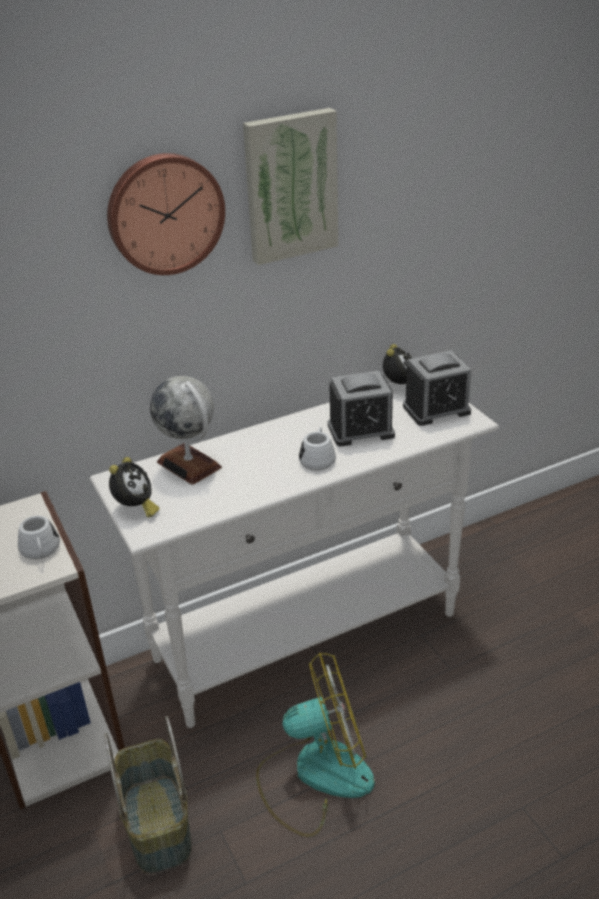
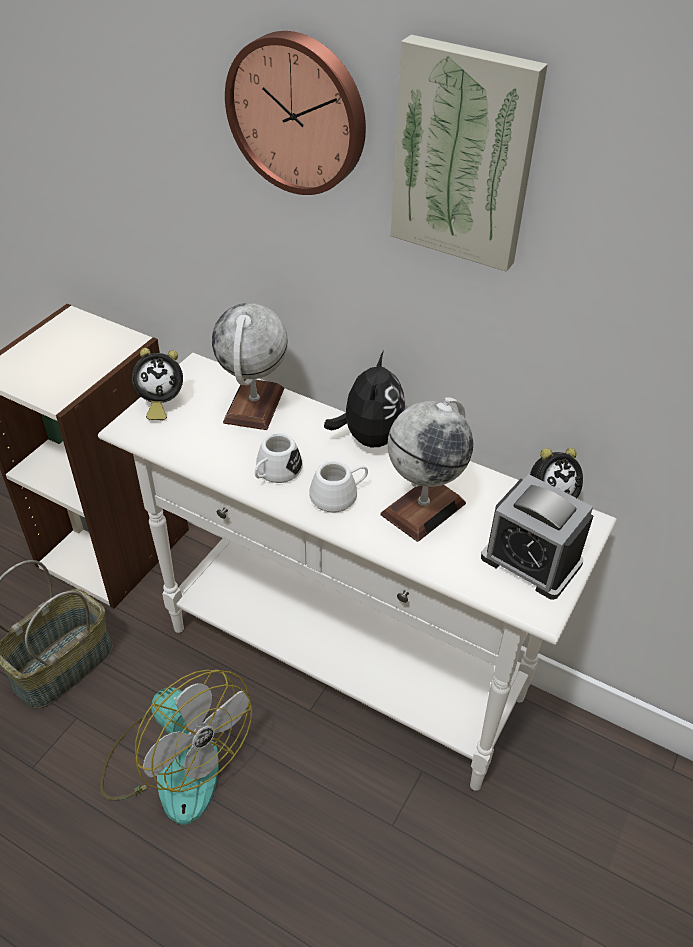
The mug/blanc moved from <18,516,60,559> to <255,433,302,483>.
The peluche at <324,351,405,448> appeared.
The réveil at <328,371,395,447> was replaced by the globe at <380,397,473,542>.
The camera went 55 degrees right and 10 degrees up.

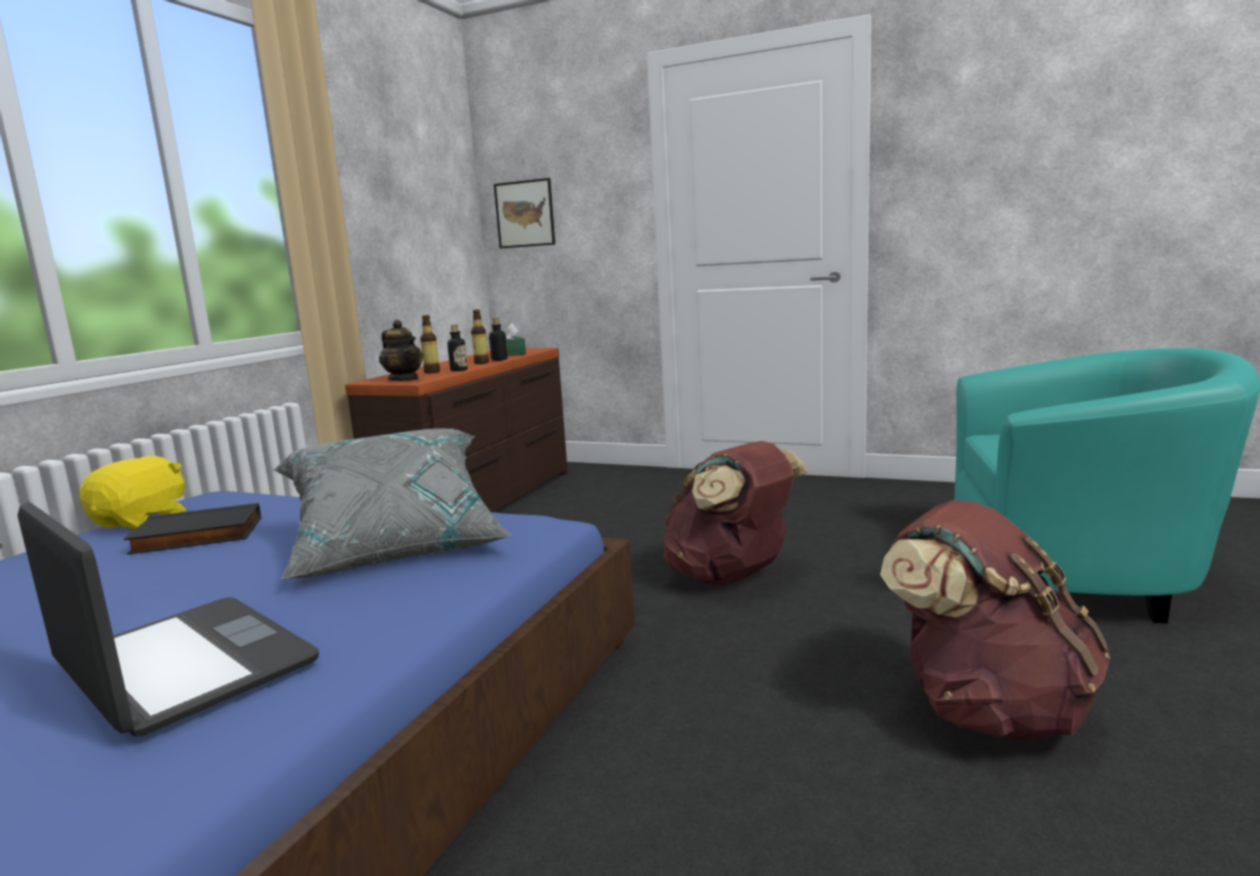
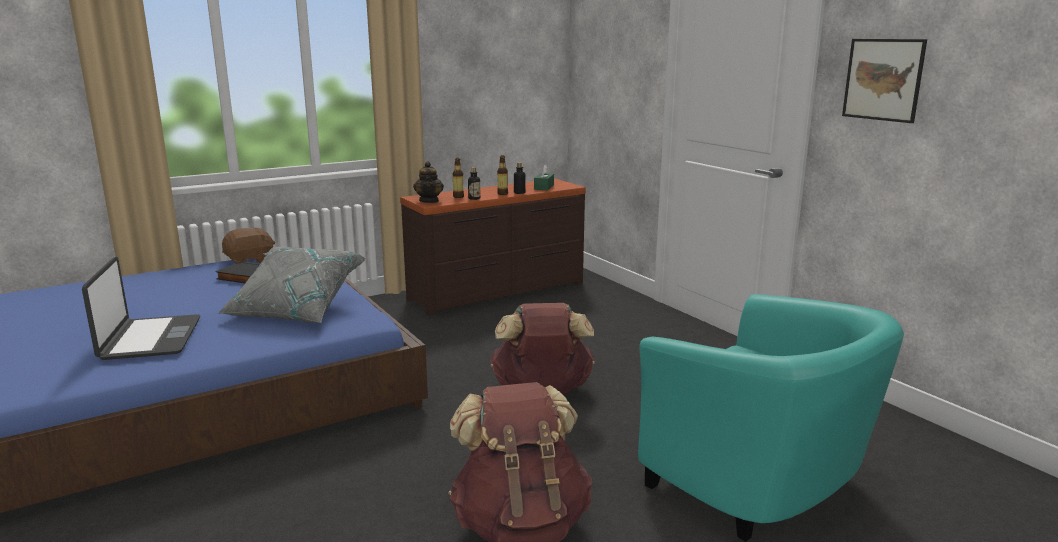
The peluche/jaune at <79,456,186,530> became the peluche/marron at <222,228,275,264>.
The tableau moved from <494,178,555,248> to <842,39,927,123>.
The camera went 35 degrees right and 5 degrees up.

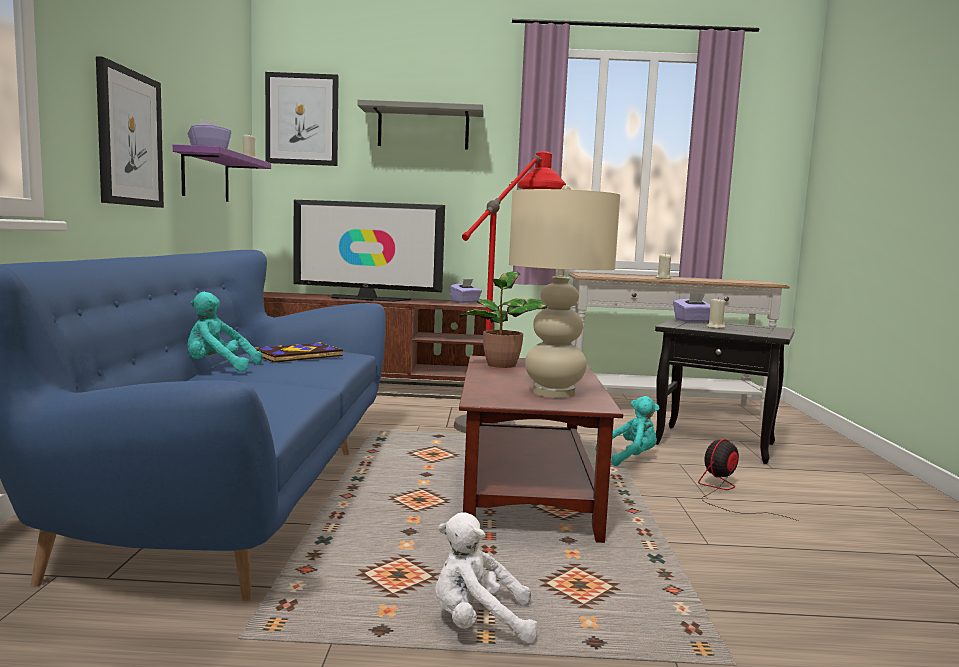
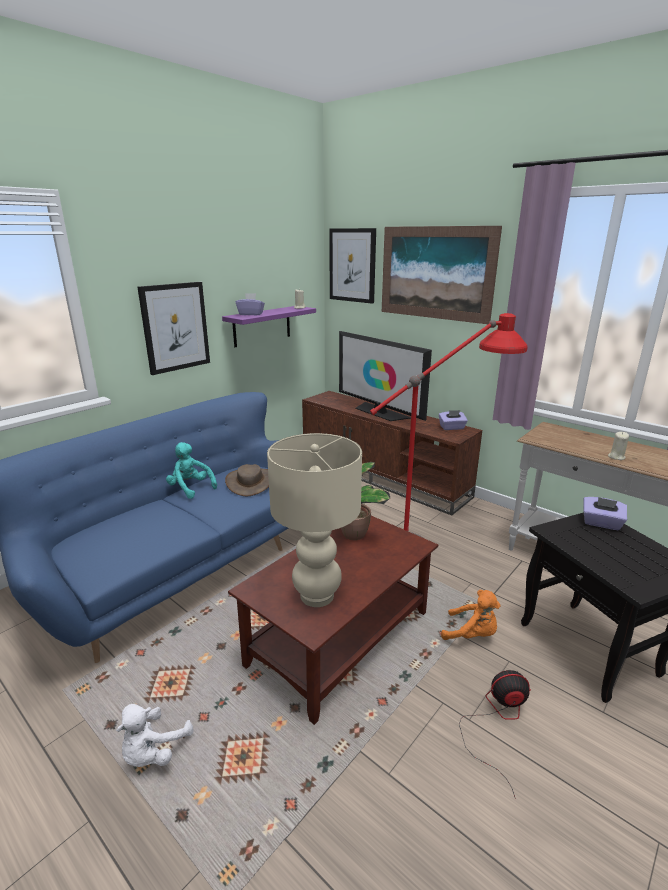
The peluche/blanc at <435,512,538,643> turned 105 degrees counterclockwise.
The livre at <255,342,343,363> was replaced by the chapeau/marron at <225,464,269,496>.
The étagère/gris at <357,100,484,150> was replaced by the tableau at <382,226,502,324>.
The peluche/turquoise at <595,396,660,466> became the peluche/orange at <441,590,500,640>.
The bougie/beige at <707,297,726,329> disappeared.
The camera went 40 degrees right and 15 degrees up.

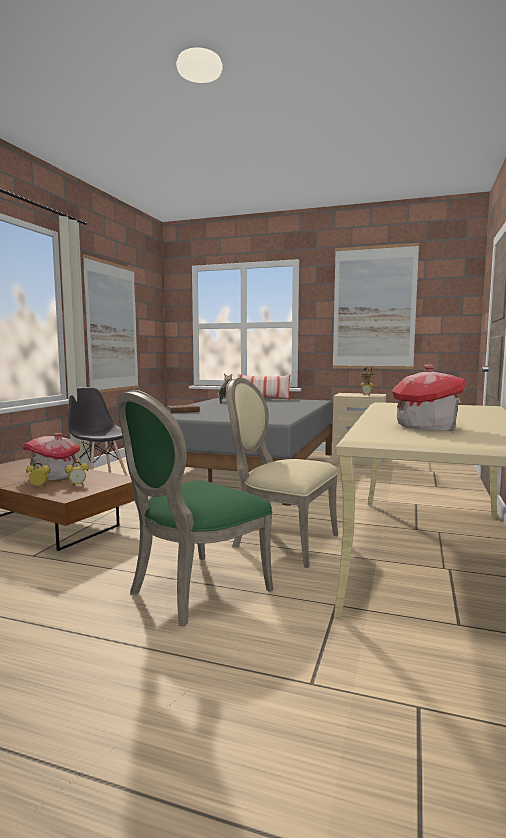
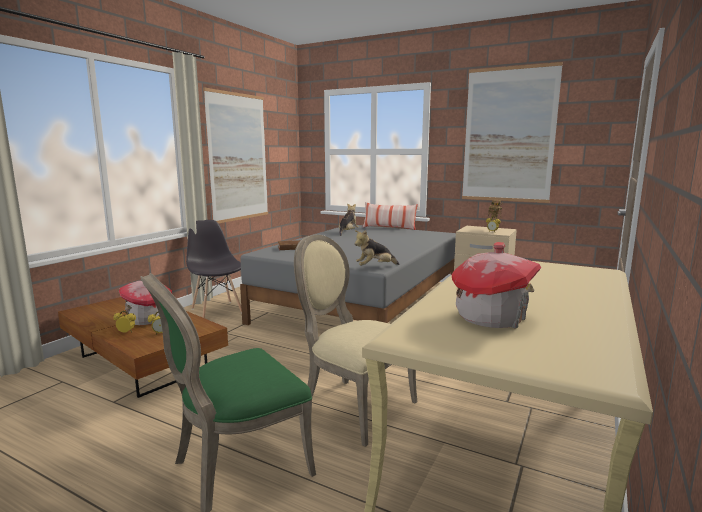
The peluche at <355,230,399,265> appeared.
The camera went 10 degrees right and 5 degrees up.

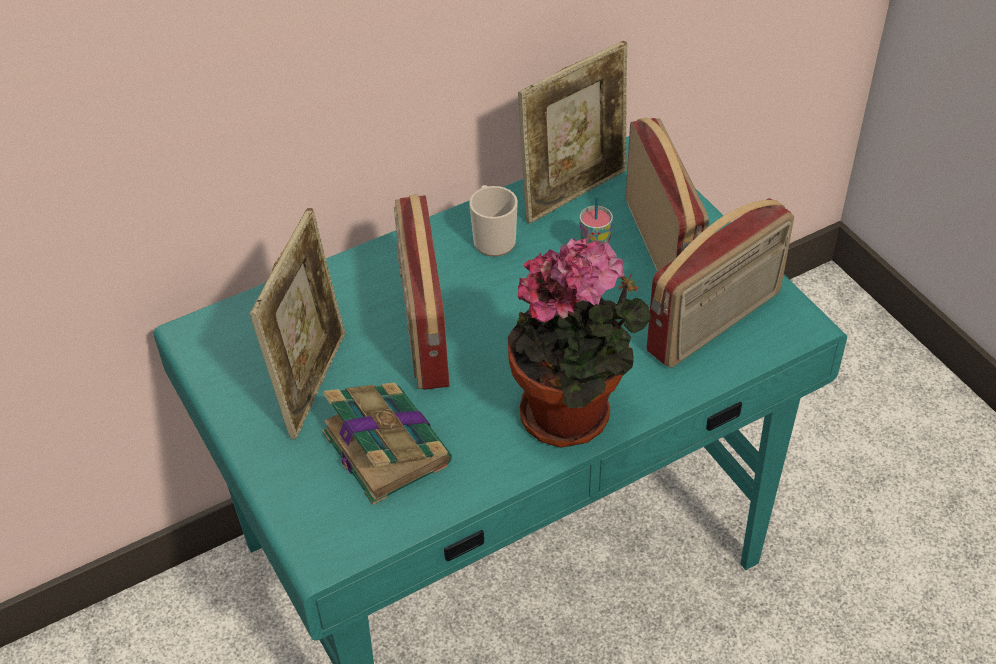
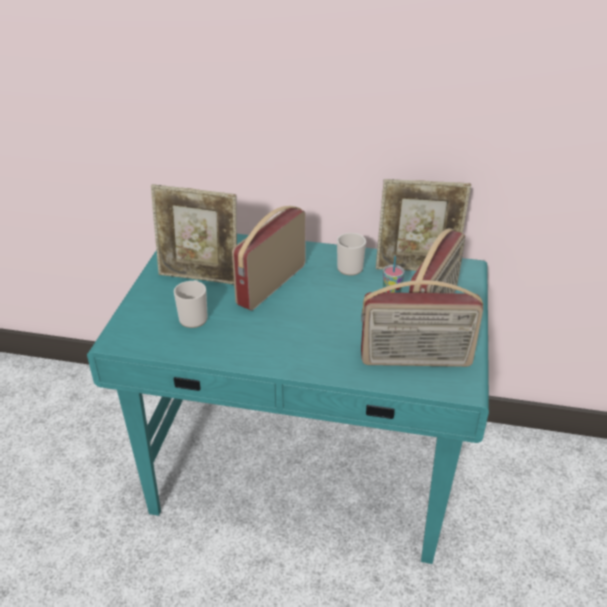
The cadre photo at <250,208,345,439> turned 45 degrees clockwise.
The livre at <322,382,452,505> was replaced by the mug at <174,280,208,328>.
The plante en pot at <508,237,652,448> disappeared.
The camera went 40 degrees right and 10 degrees down.

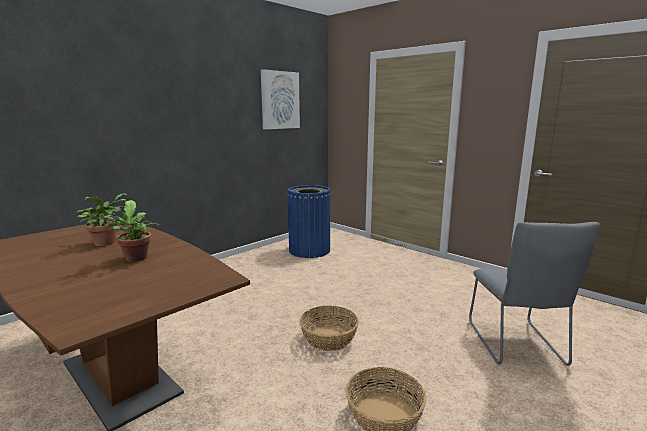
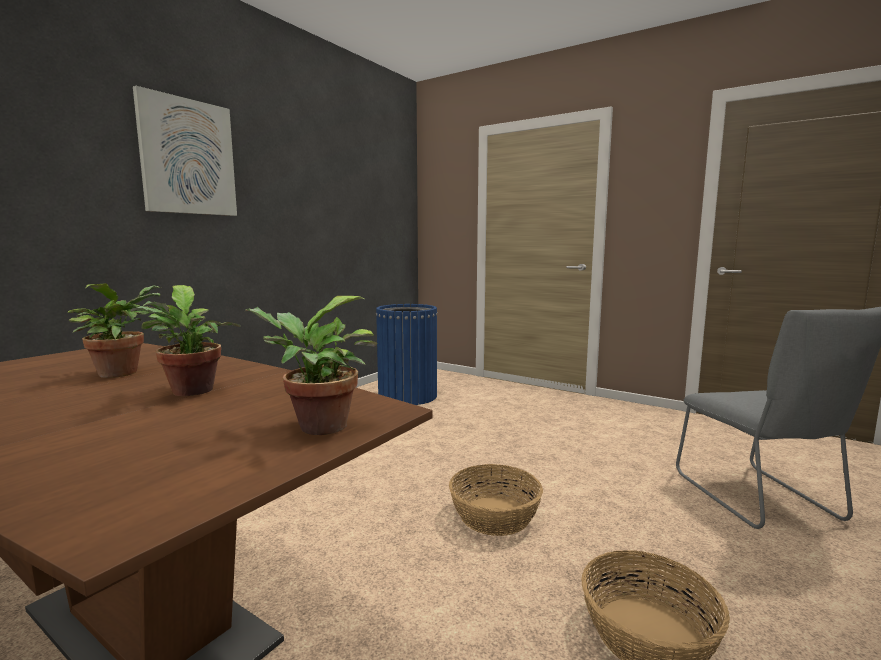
The tableau moved from <261,69,300,129> to <133,86,237,216>.
The plante en pot at <245,296,378,435> appeared.
The camera went 10 degrees left and 5 degrees down.

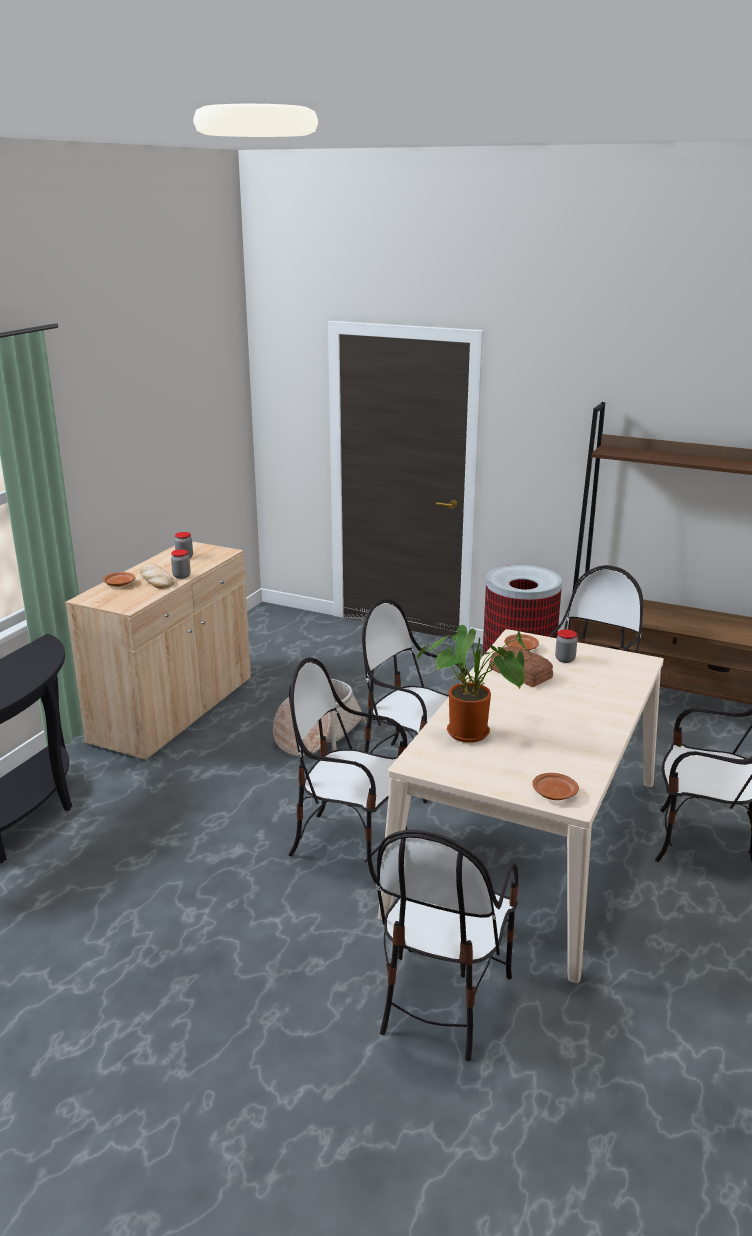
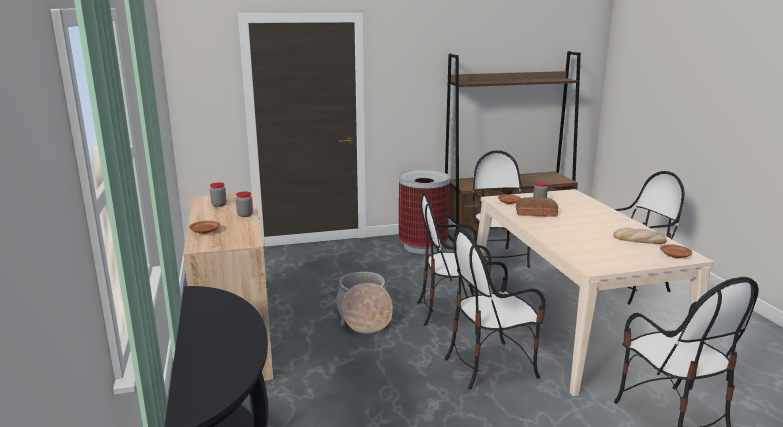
The pain moved from <140,563,174,589> to <613,228,667,244>.
The plante en pot at <417,625,532,743> disappeared.
The camera went 40 degrees left and 5 degrees down.

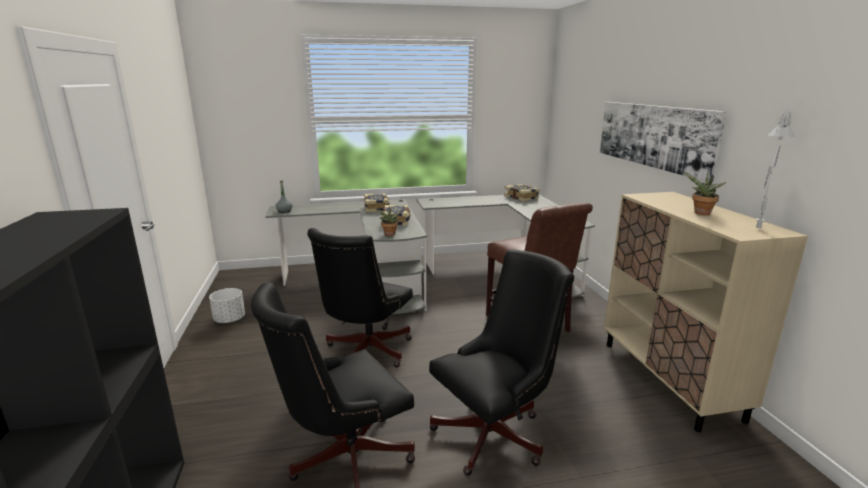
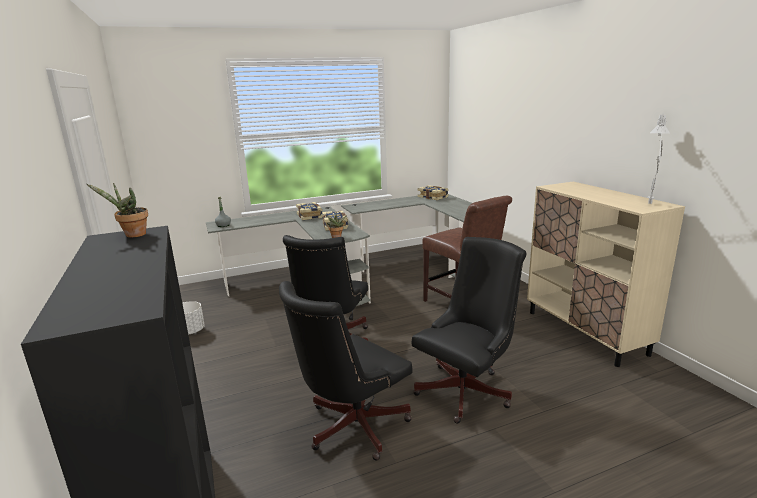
The plante en pot moved from <683,171,727,215> to <87,183,148,238>.
The tableau at <600,102,727,182> disappeared.
The camera went 10 degrees left and 0 degrees up.

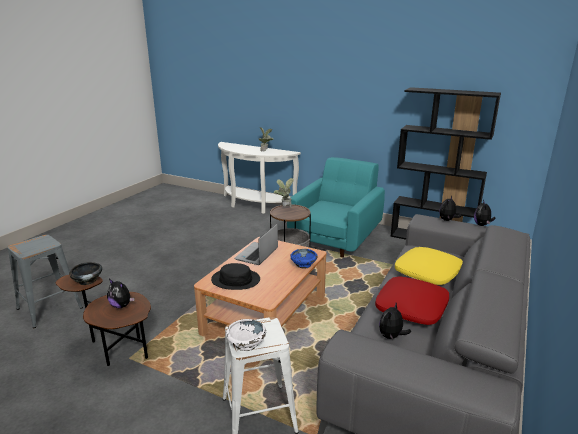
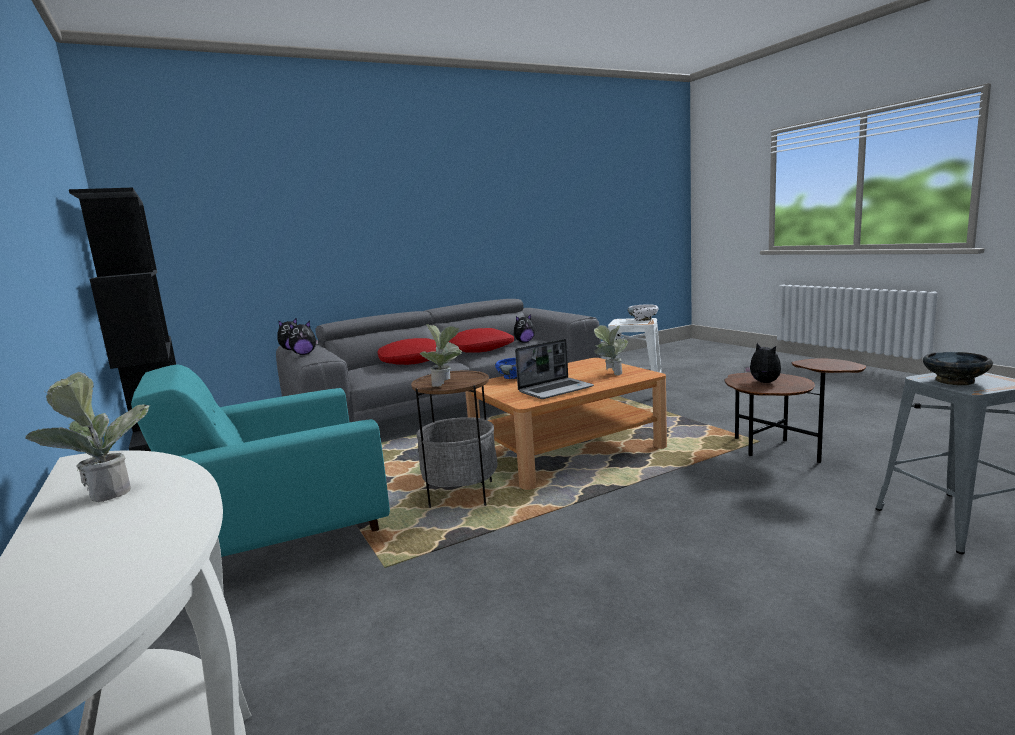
The coussin/jaune at <395,247,463,285> became the coussin/rouge at <378,338,436,365>.
The chapeau/noir at <211,263,260,290> was replaced by the plante en pot at <594,325,629,376>.
The bol/noir moved from <69,262,102,285> to <923,352,993,386>.
The camera went 145 degrees left and 10 degrees down.

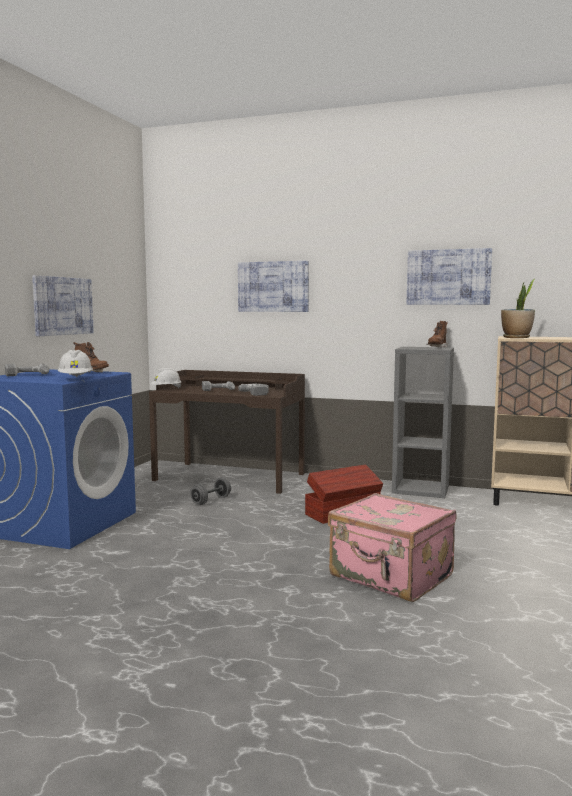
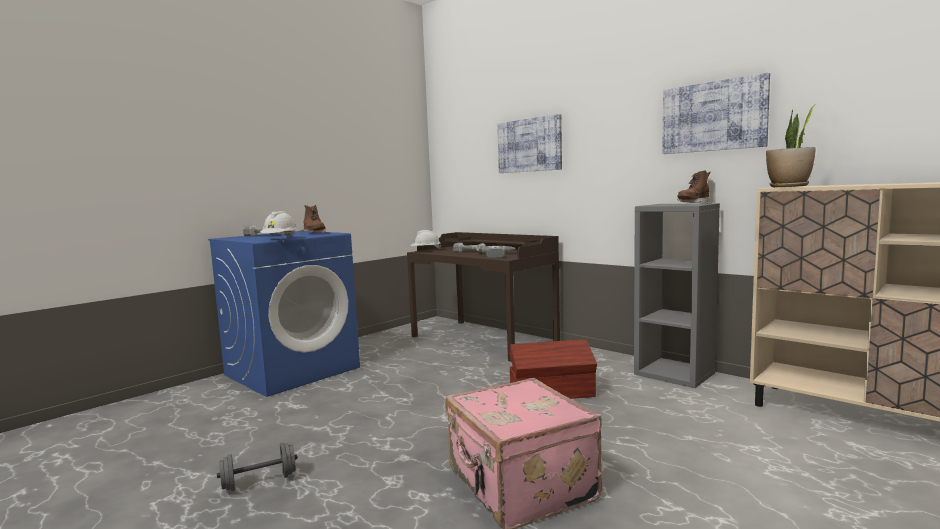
The haltère/gris moved from <190,478,231,505> to <217,442,297,491>.
The tableau at <32,275,94,336> disappeared.
The camera went 25 degrees right and 0 degrees up.

